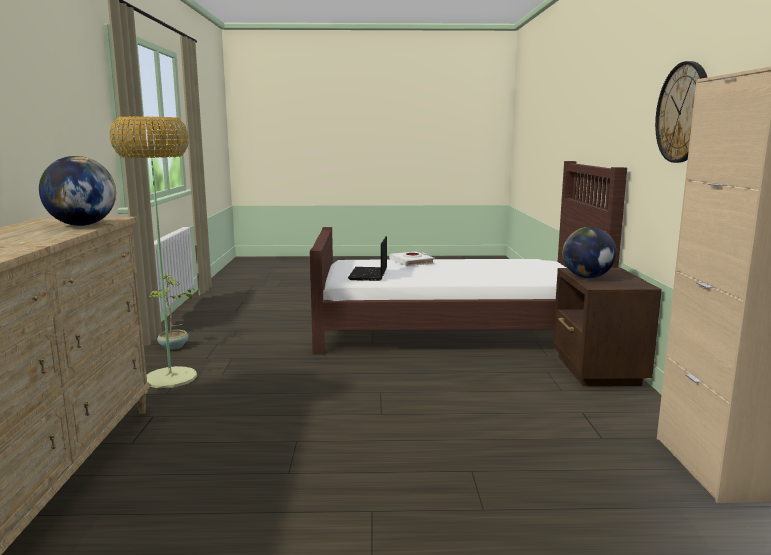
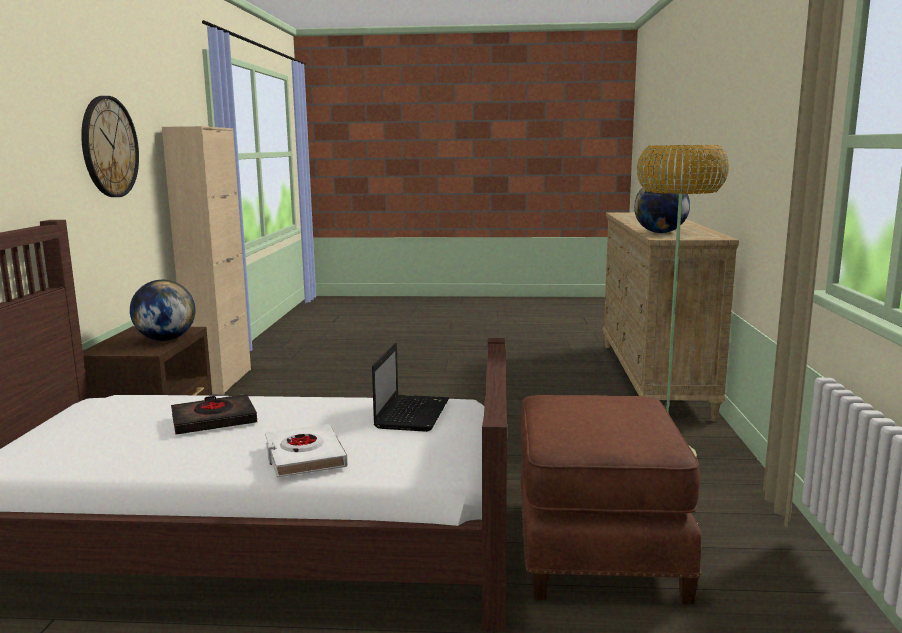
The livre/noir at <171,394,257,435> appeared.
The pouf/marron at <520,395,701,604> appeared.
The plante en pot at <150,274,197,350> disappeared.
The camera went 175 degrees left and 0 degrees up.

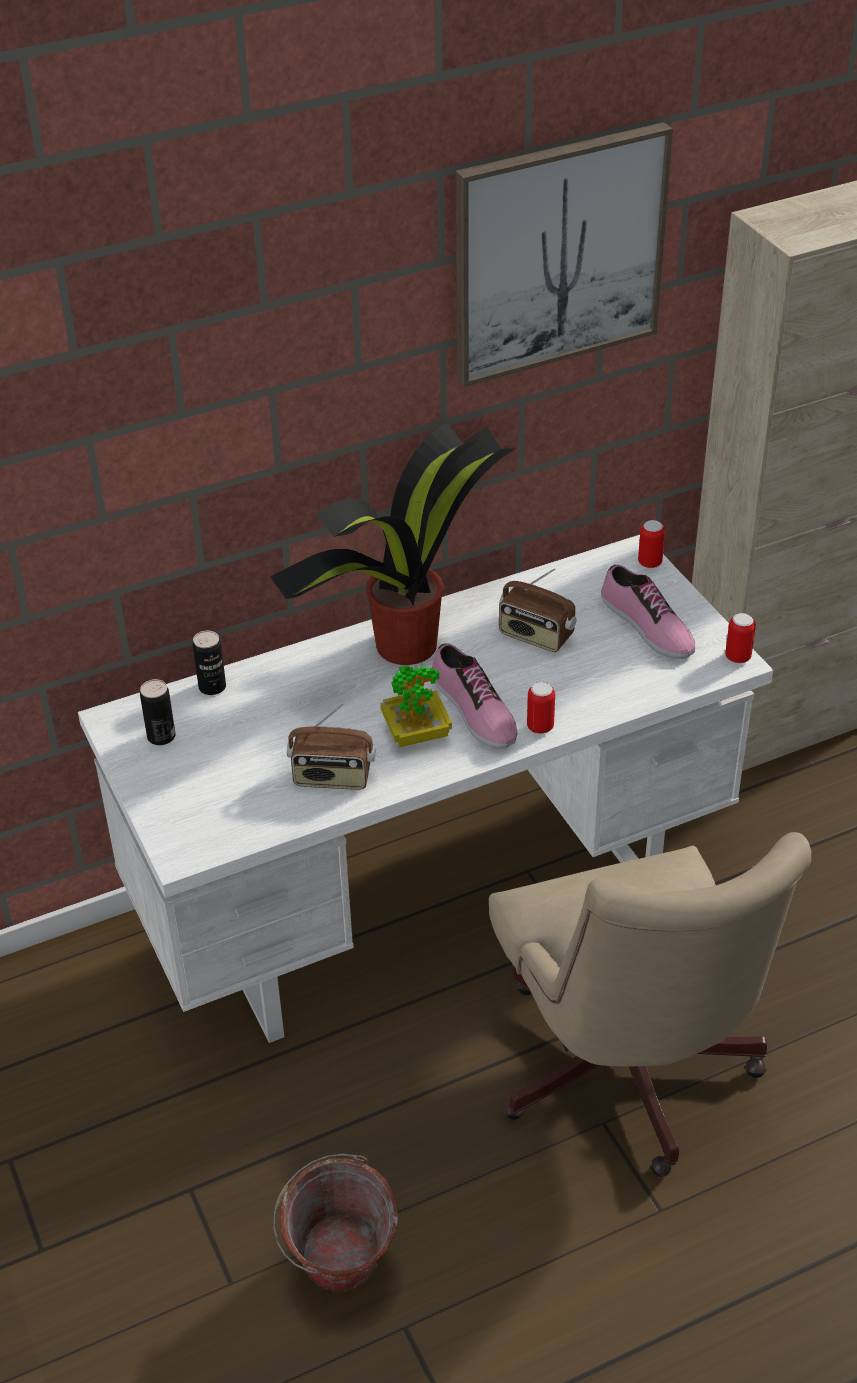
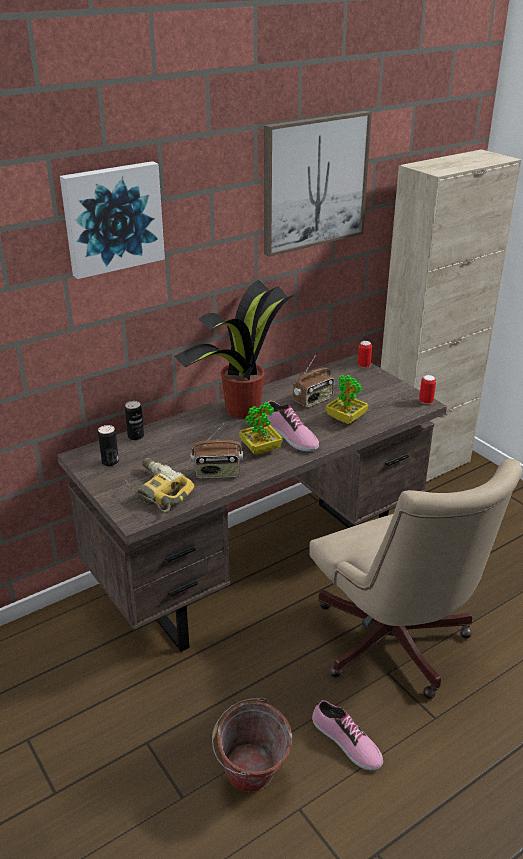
The bureau/blanc at <78,535,773,1043> became the bureau/marron at <57,354,447,652>.
The tableau at <60,161,165,279> appeared.
The perceuse at <125,458,195,513> appeared.
The radio at <499,568,577,652> turned 60 degrees counterclockwise.
The chaussure moved from <601,565,695,659> to <312,700,383,771>.
The plante en pot at <326,375,368,424> appeared.
The boîte métallique at <527,682,555,734> disappeared.
The camera went 10 degrees left and 10 degrees down.

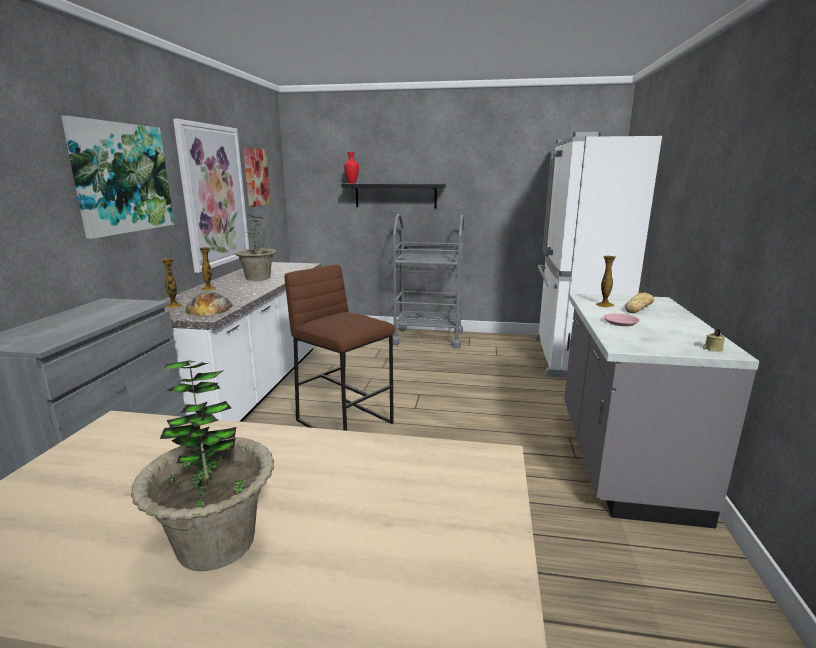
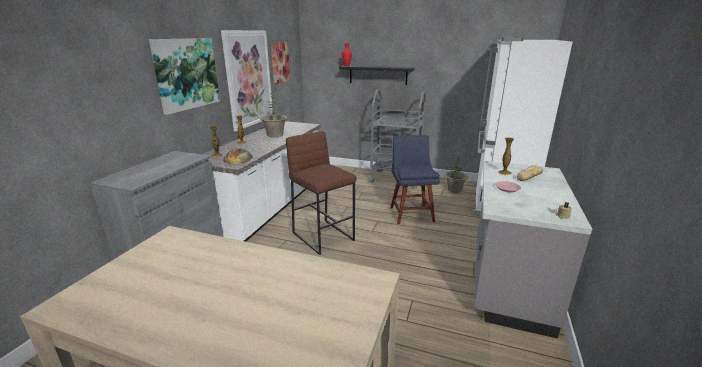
The chaise/bleu at <390,135,440,224> appeared.
The plante en pot moved from <131,360,274,571> to <444,155,469,192>.
The camera went 10 degrees right and 5 degrees up.

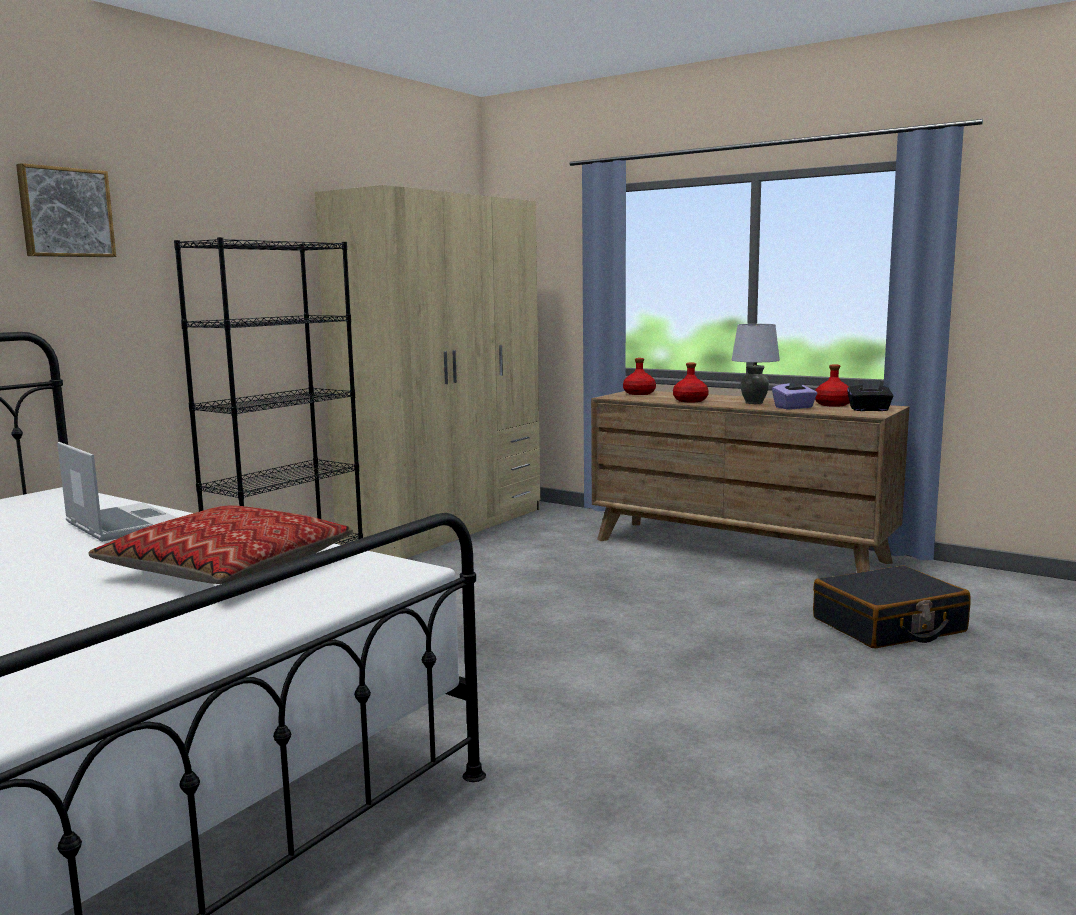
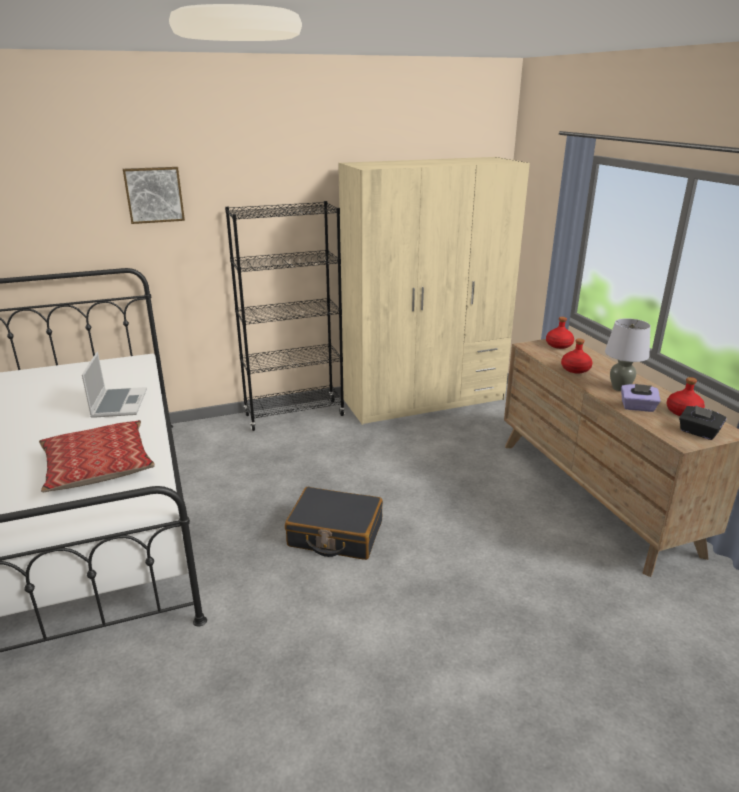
The valise/noir moved from <813,566,971,648> to <285,487,383,560>.
The camera went 35 degrees right and 15 degrees up.

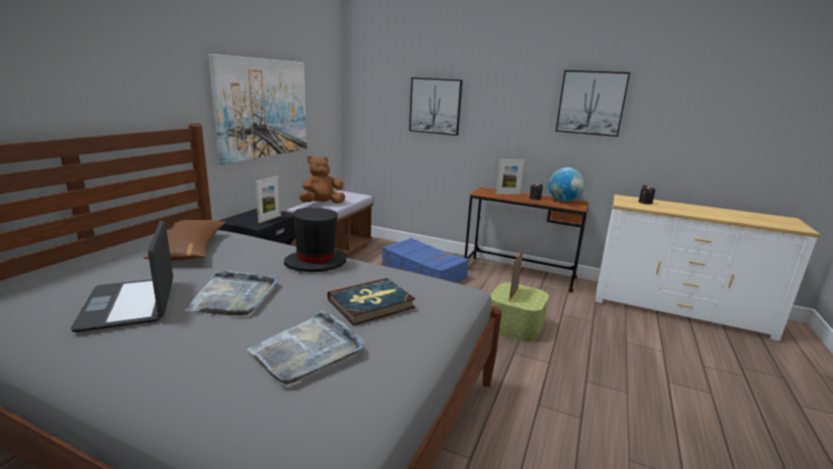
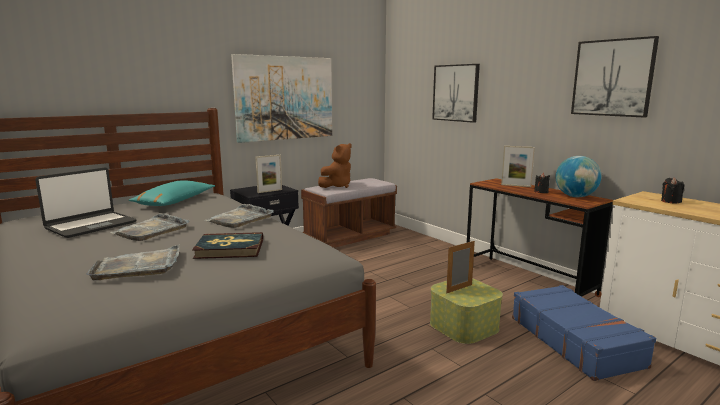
The ordinateur portable at <71,220,173,332> turned 150 degrees counterclockwise.
The coussin/marron at <143,220,226,261> became the coussin/turquoise at <128,180,215,206>.
The chapeau/noir at <284,207,346,272> was replaced by the plateau/gris at <205,204,274,228>.
The peluche/marron at <299,156,345,203> turned 135 degrees clockwise.
The valise/bleu moved from <382,238,469,283> to <512,285,656,381>.
The camera went 30 degrees right and 5 degrees down.

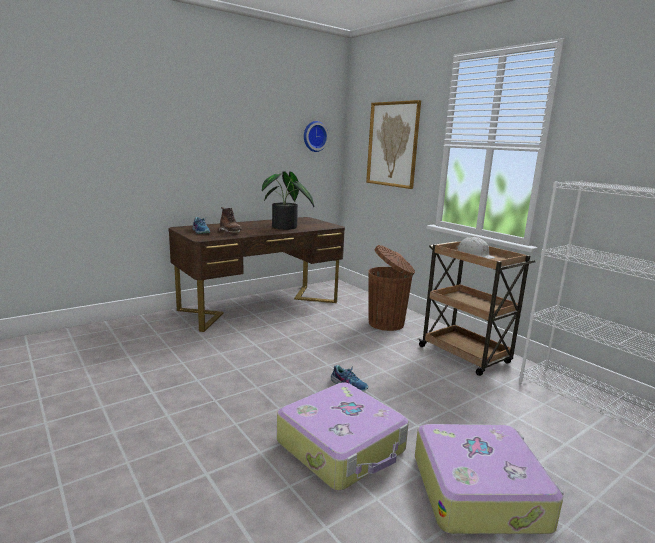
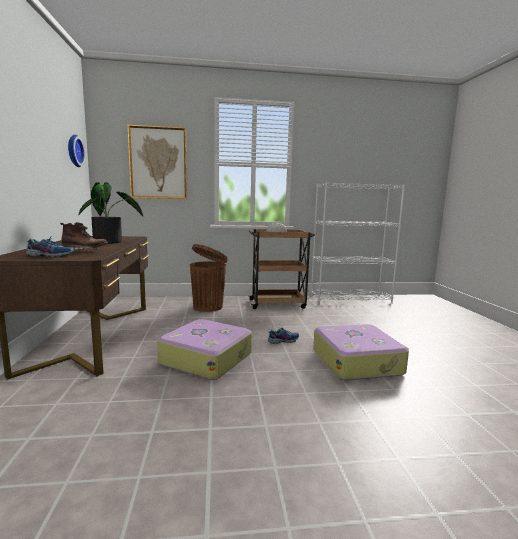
The valise moved from <415,424,564,534> to <157,319,252,380>.
The camera went 60 degrees left and 5 degrees down.

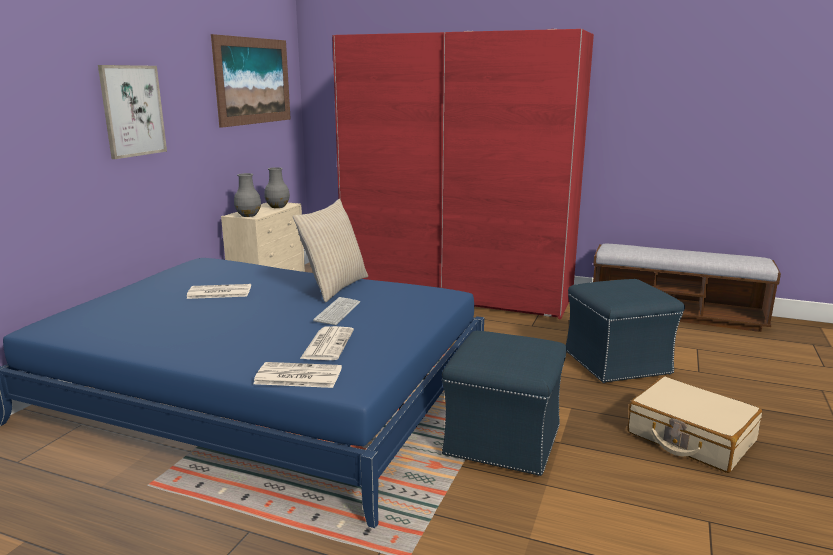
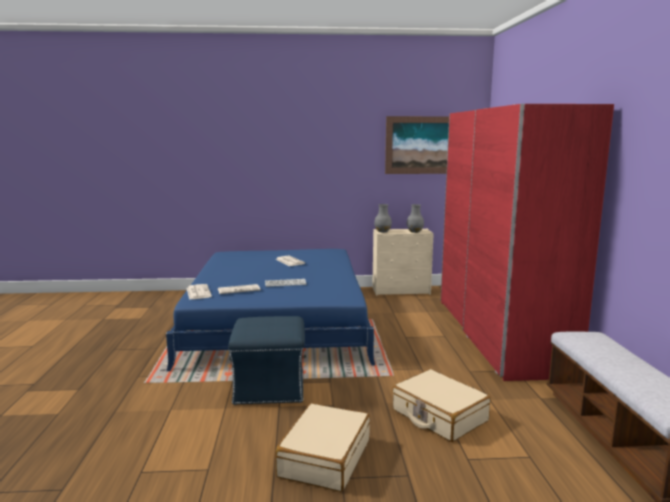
The pouf/bleu at <566,279,685,383> was replaced by the valise/beige at <392,369,491,442>.
The tableau at <98,65,167,159> disappeared.
The coussin/beige at <293,199,368,302> disappeared.
The camera went 65 degrees right and 5 degrees down.

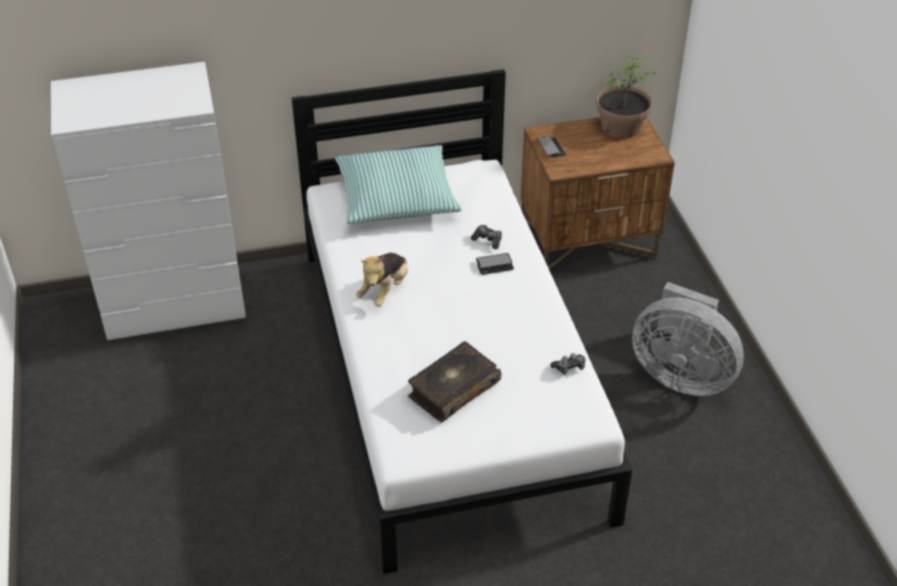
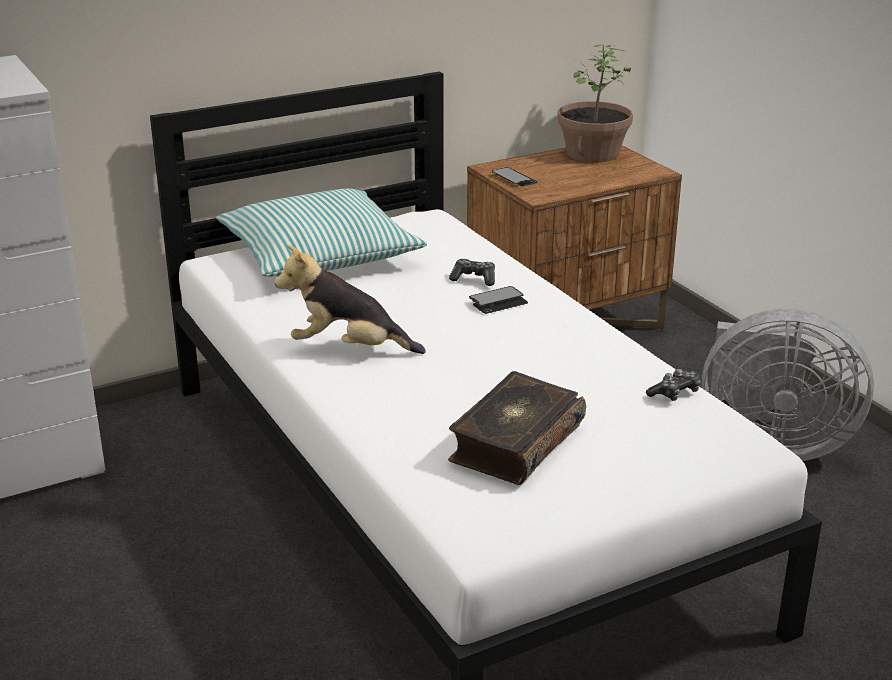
The peluche at <356,253,408,307> turned 90 degrees clockwise.
The camera went 15 degrees left and 15 degrees down.

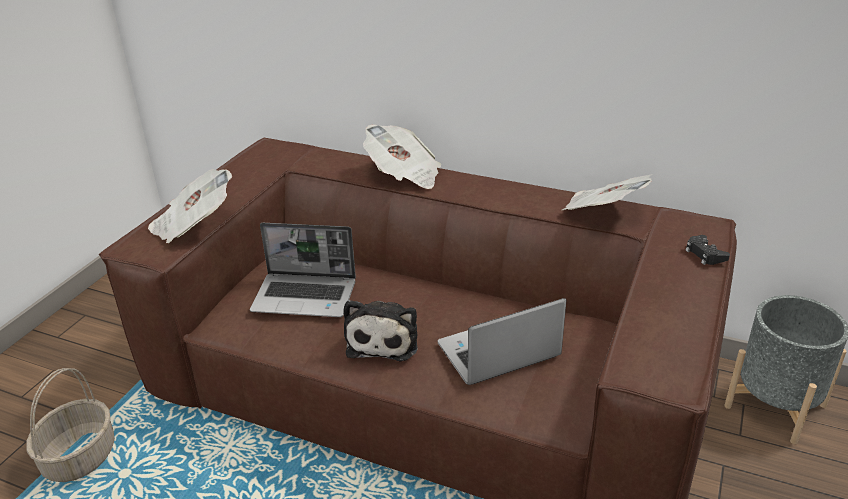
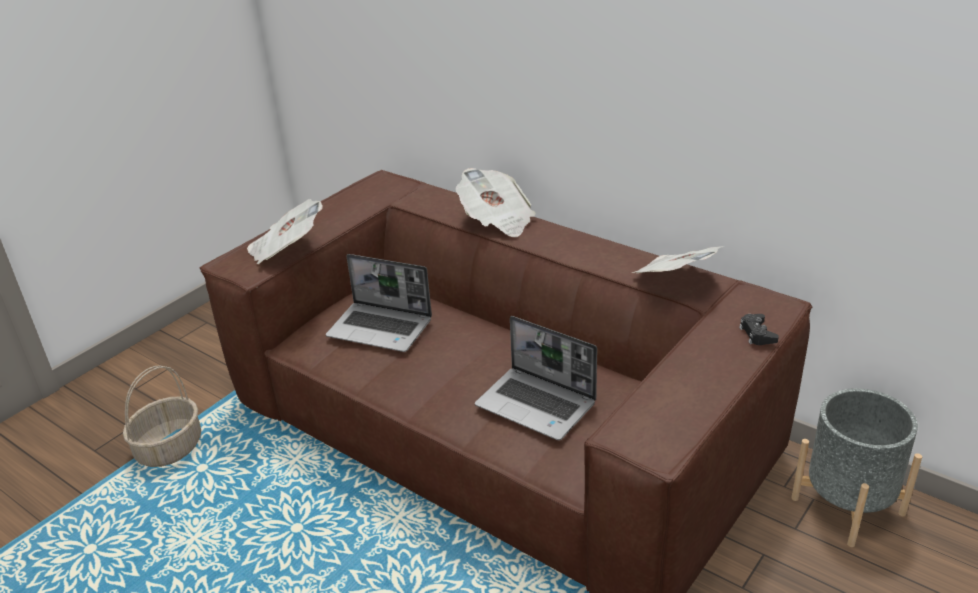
The ordinateur portable at <438,298,566,385> turned 135 degrees counterclockwise.
The peluche at <343,300,417,361> disappeared.
The camera went 15 degrees right and 0 degrees up.

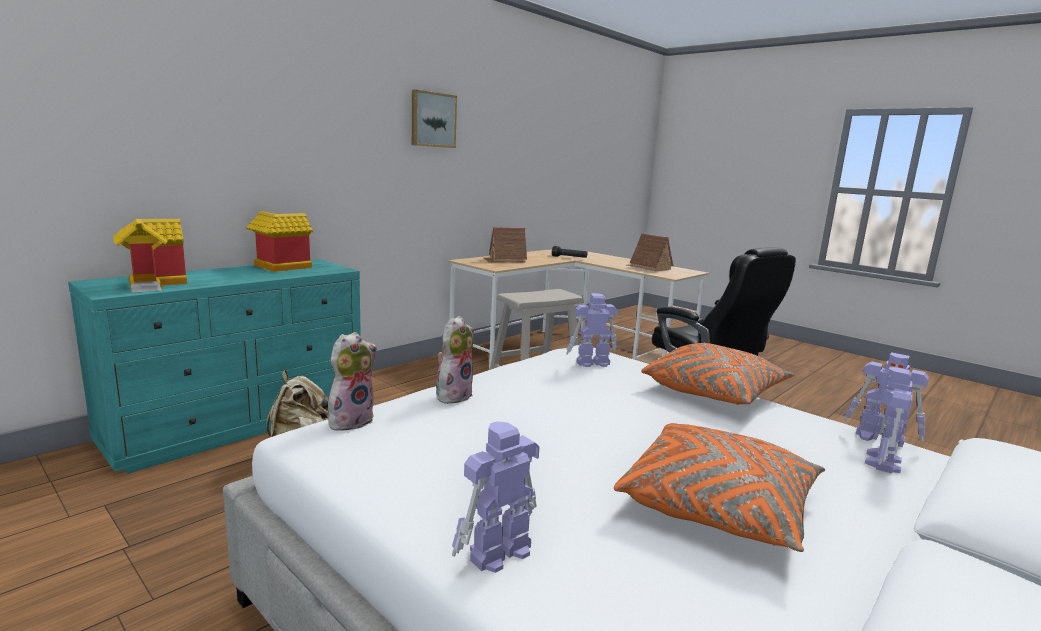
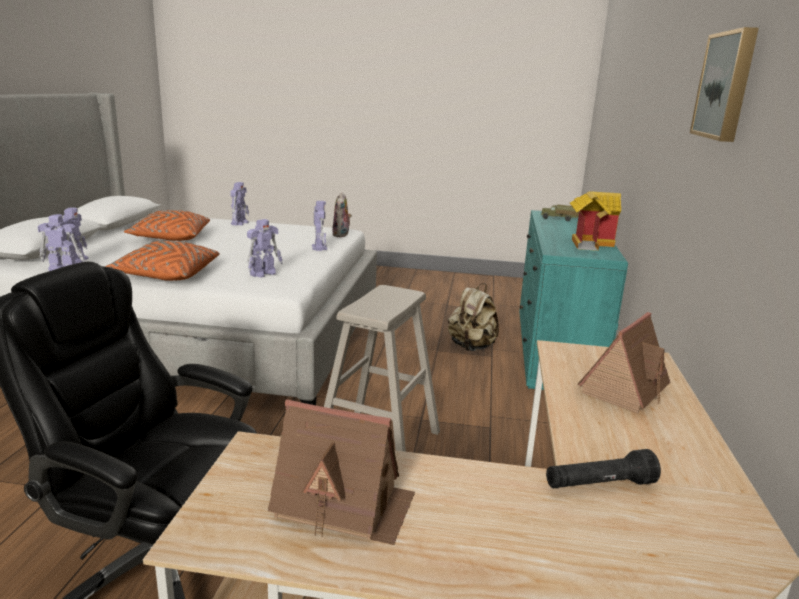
The peluche at <436,316,474,404> was replaced by the robot jouet at <312,201,327,251>.
The maison miniature at <113,219,187,292> was replaced by the camion jouet at <541,204,579,221>.
The camera went 145 degrees right and 5 degrees up.

